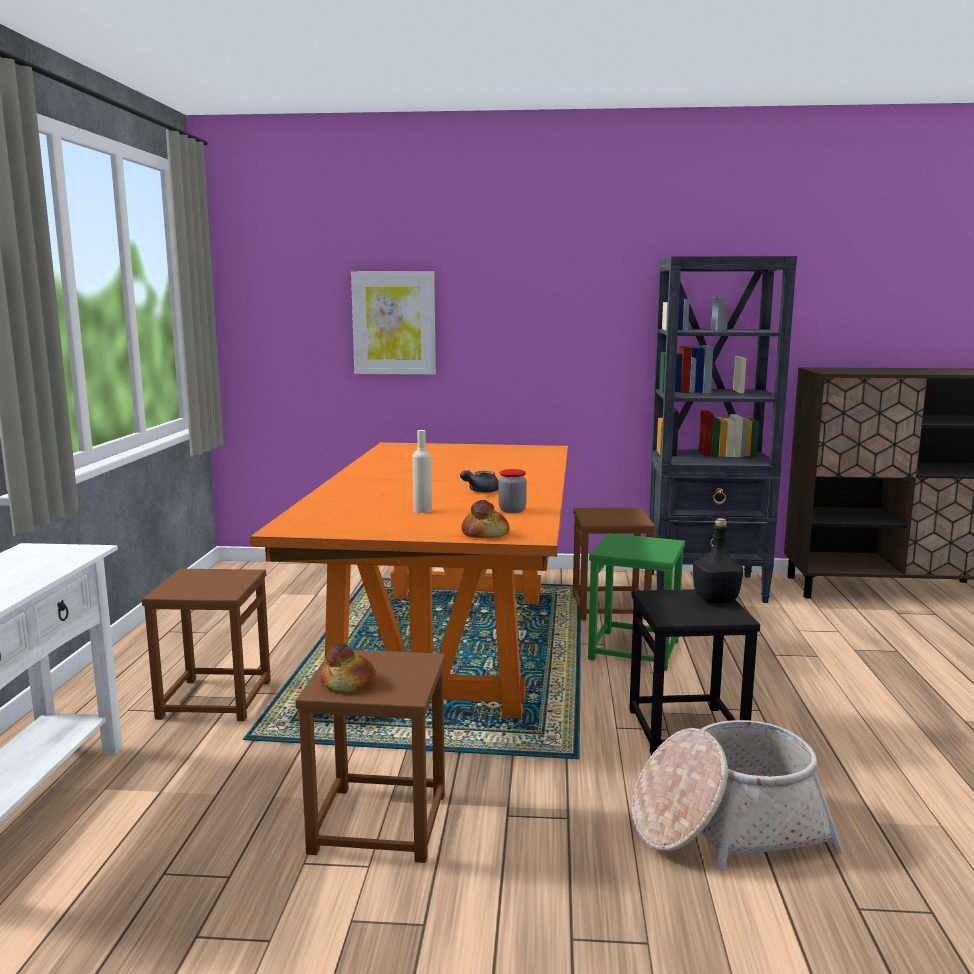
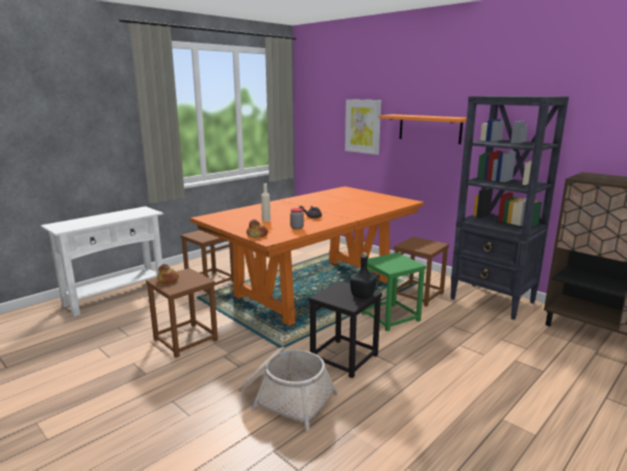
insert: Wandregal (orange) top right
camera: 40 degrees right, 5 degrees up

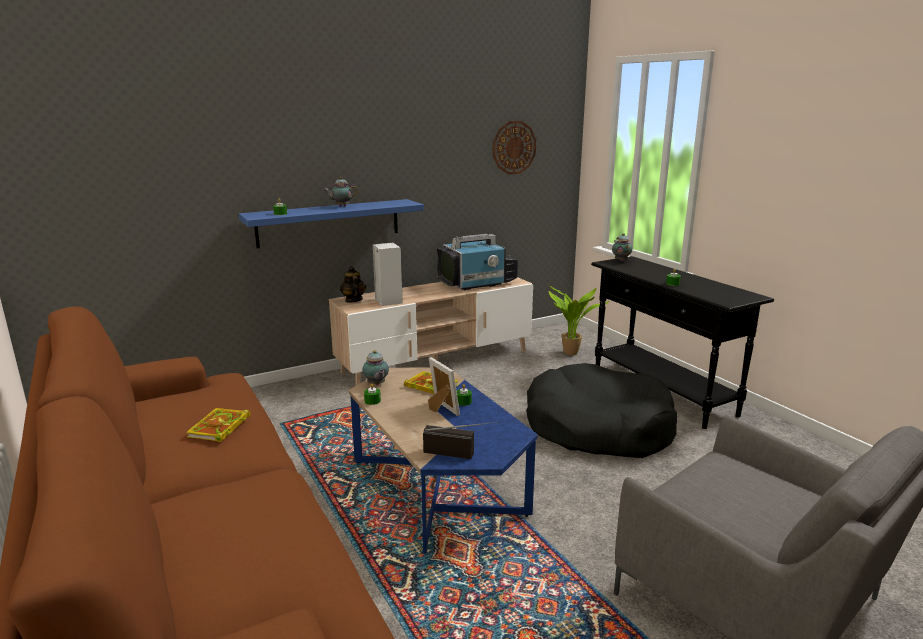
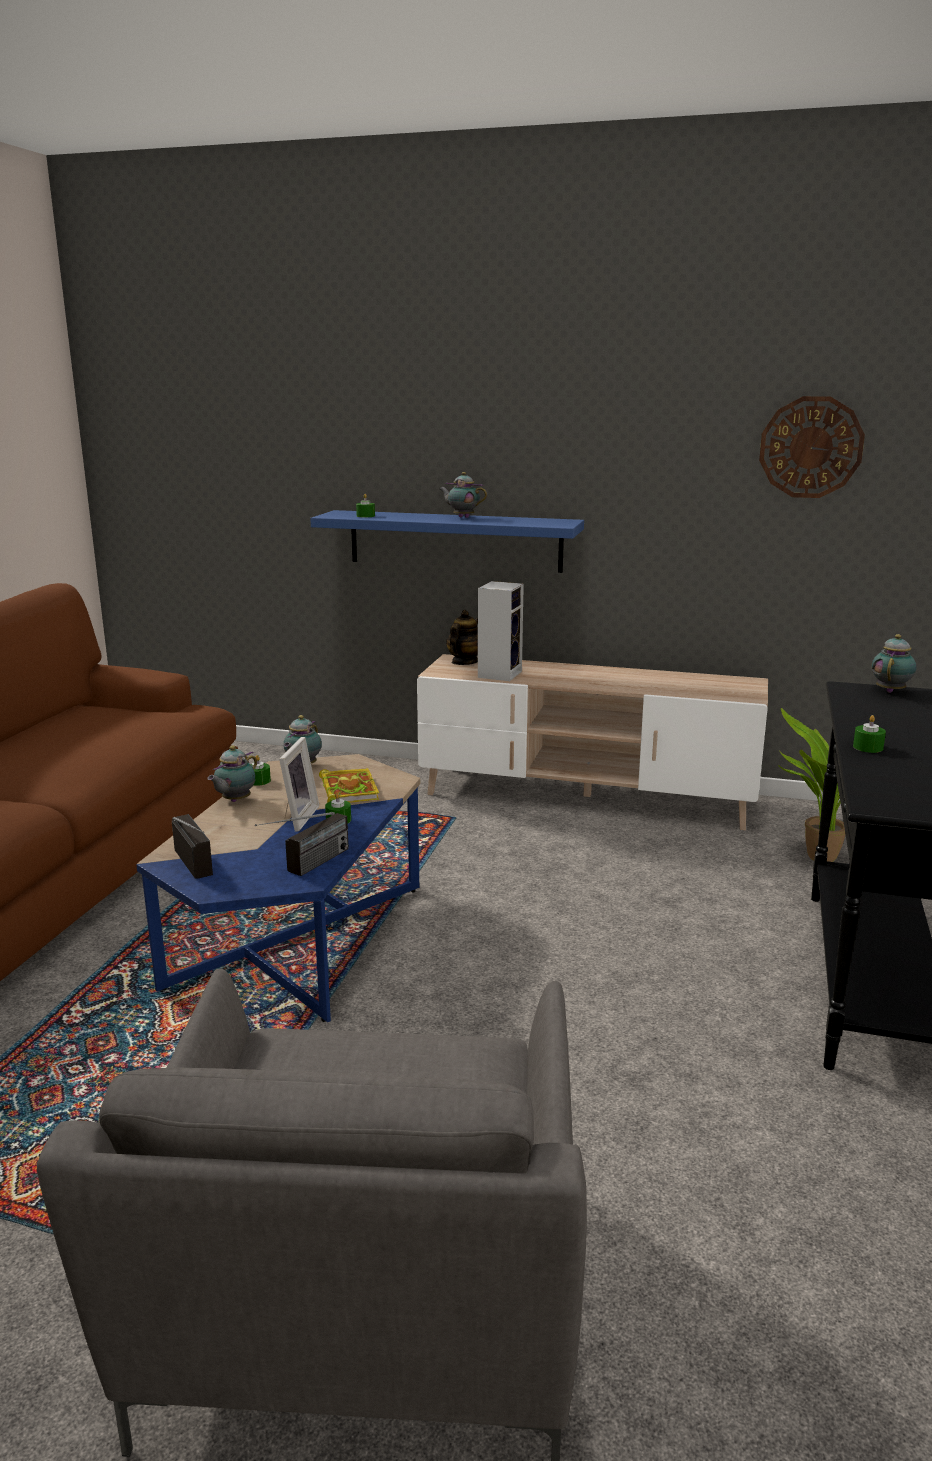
delete: Fernseher centre; Hundebett (schwarz) centre; Buch (1st from left) middle left
insert: Teekanne (1st from left) middle left; Radio (2nd from left) middle left
camera: 45 degrees right, 0 degrees up

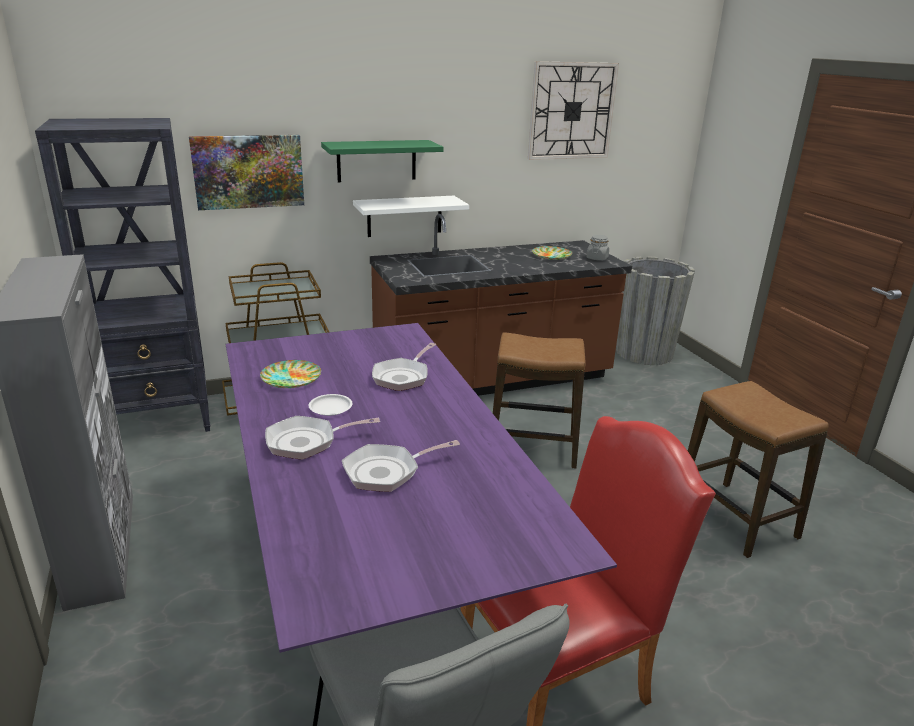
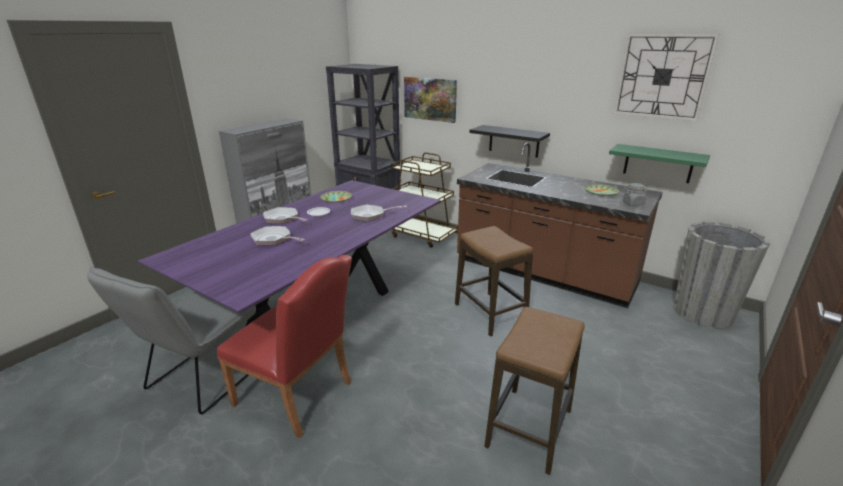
move: Wandregal (grün) top centre to middle right
recolor: Wandregal (weiß) top centre to Wandregal (schwarz) top centre
camera: 55 degrees right, 0 degrees up

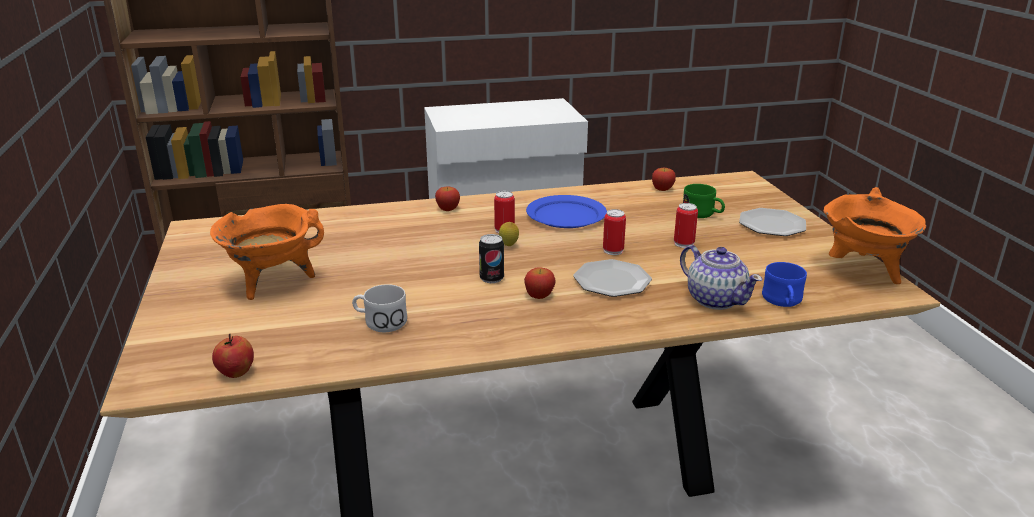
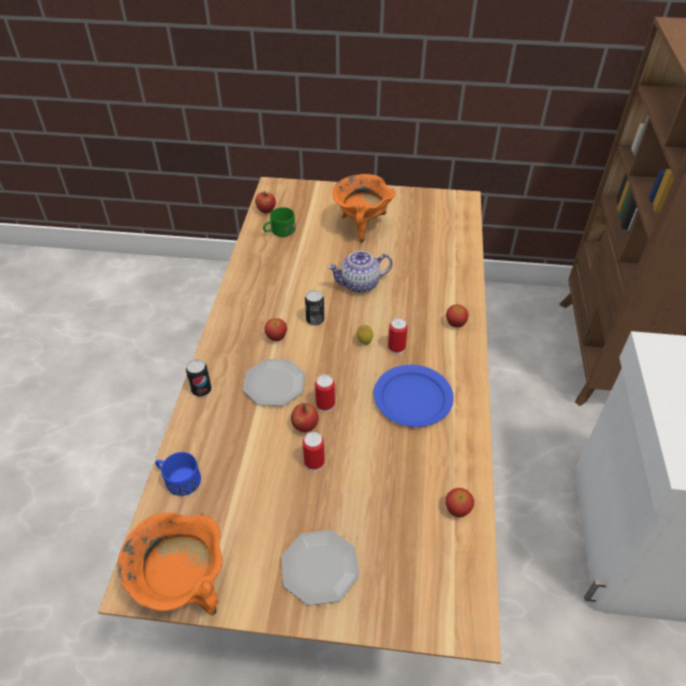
delete: Henkelbecher (weiß) centre
insert: Dose (1st from left) middle left; Apfel (3rd from left) centre
move: Henkelbecher (grün) middle right to top centre; Teekanne middle right to centre
camera: 110 degrees right, 20 degrees up

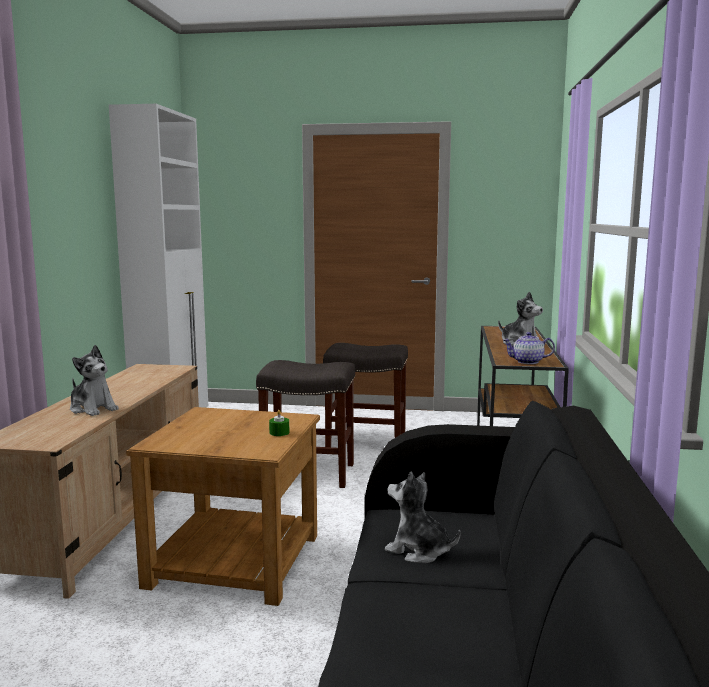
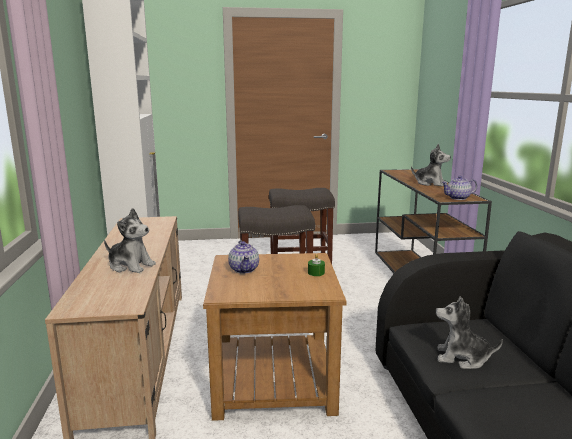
insert: Teekanne (1st from left) centre
camera: 15 degrees left, 5 degrees up

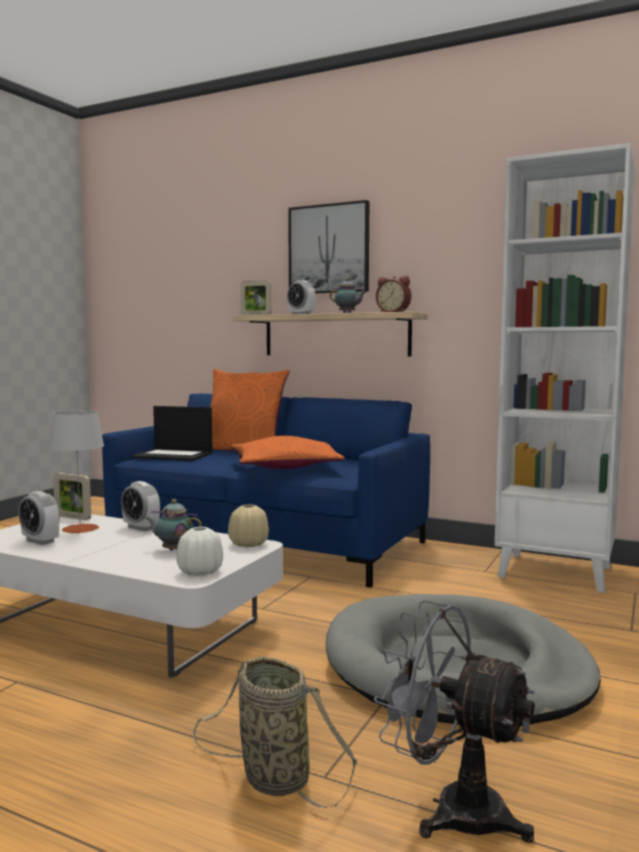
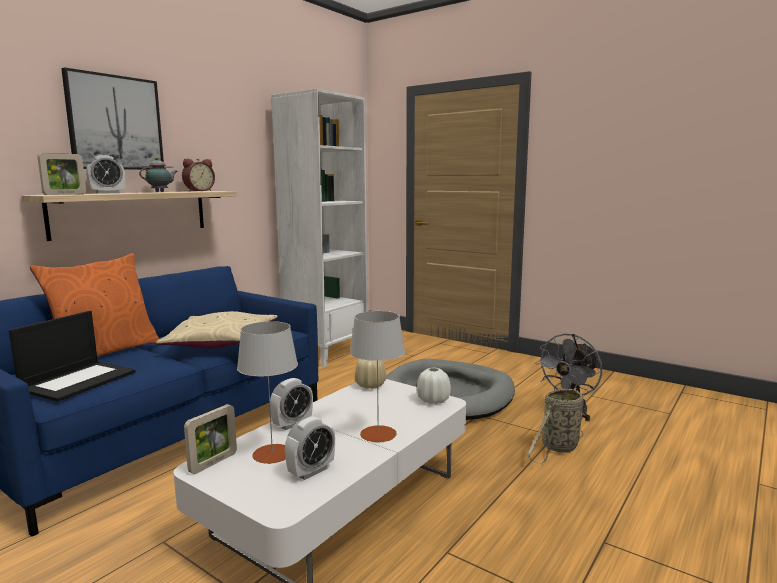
delete: Teekanne (1st from left) middle left
insert: Tischlampe (grau) (2nd from left) centre
recolor: Kissen (orange) (2nd from left) centre to Kissen (beige) middle left
camera: 80 degrees left, 5 degrees up

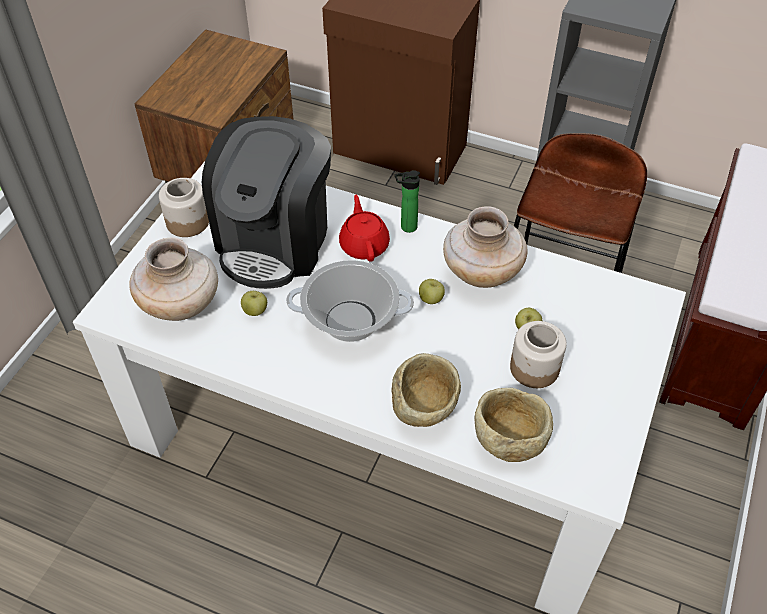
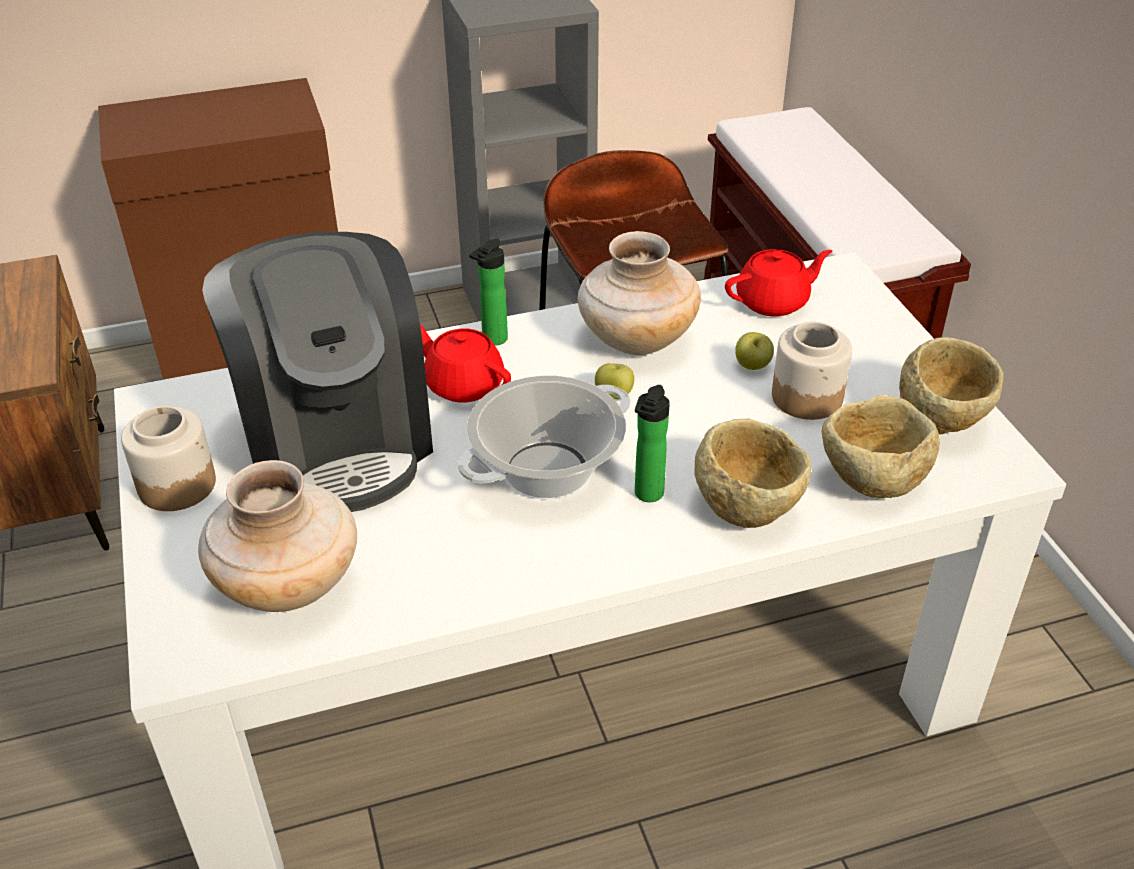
delete: Apfel (1st from left) middle left
insert: Teekanne (rot) (2nd from left) top right; Schüssel (beige) (3rd from left) middle right; Flasche (2nd from left) centre
camera: 40 degrees left, 10 degrees down

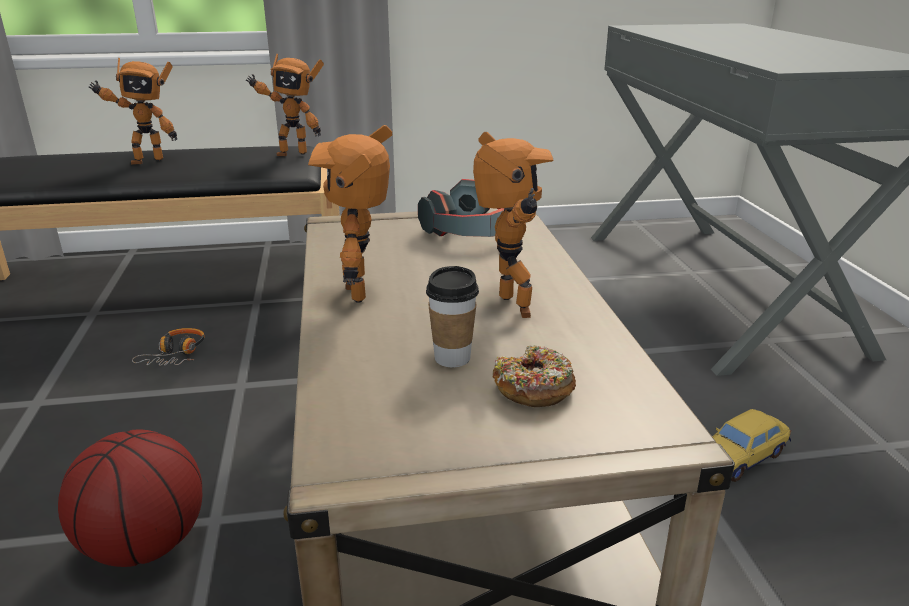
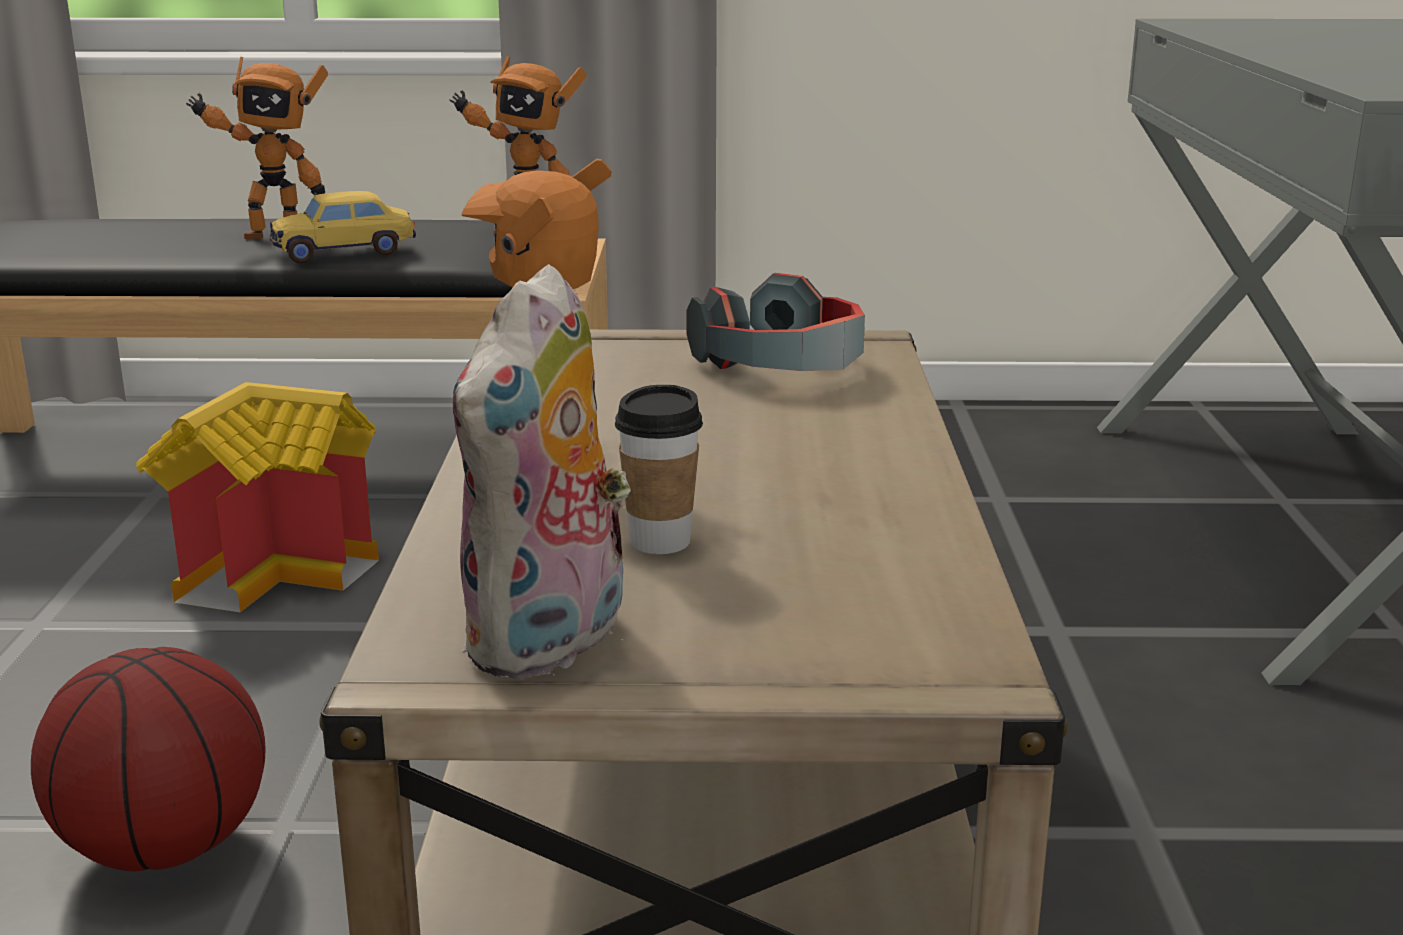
delete: Spielzeugroboter (4th from left) centre; Donut centre
insert: Plüschtier centre
move: Spielzeugauto bottom right to top left
replace: Kopfhörer (1st from left) middle left to Spielzeughaus middle left
camera: 10 degrees right, 5 degrees down

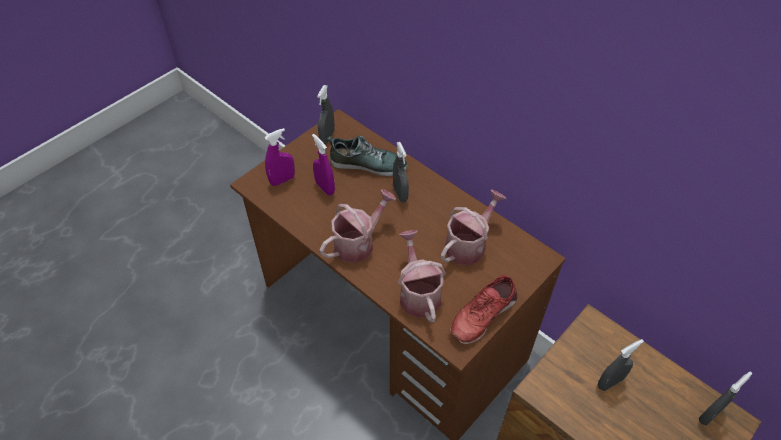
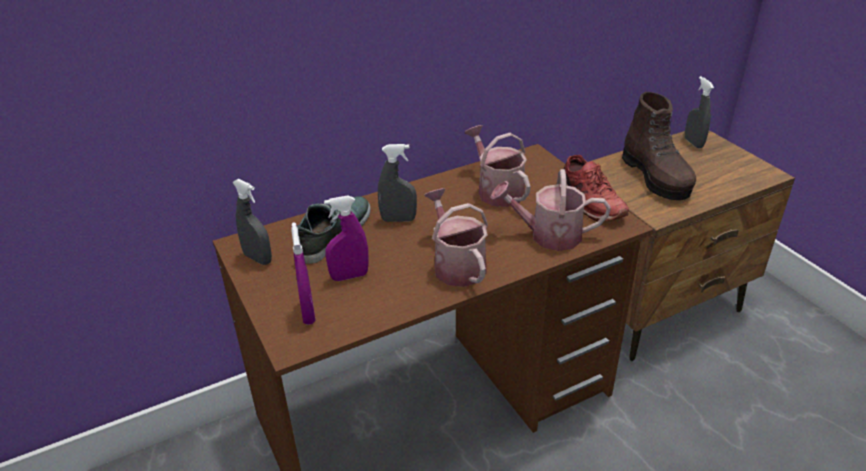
replace: Sprühflasche (grau) (3rd from left) bottom right to Stiefel (braun) top right
camera: 70 degrees left, 15 degrees down

